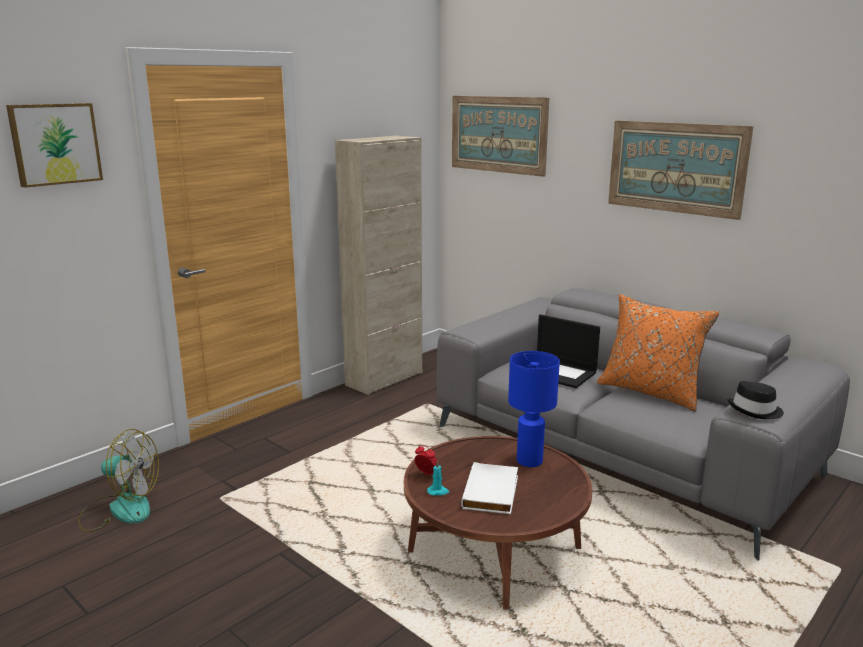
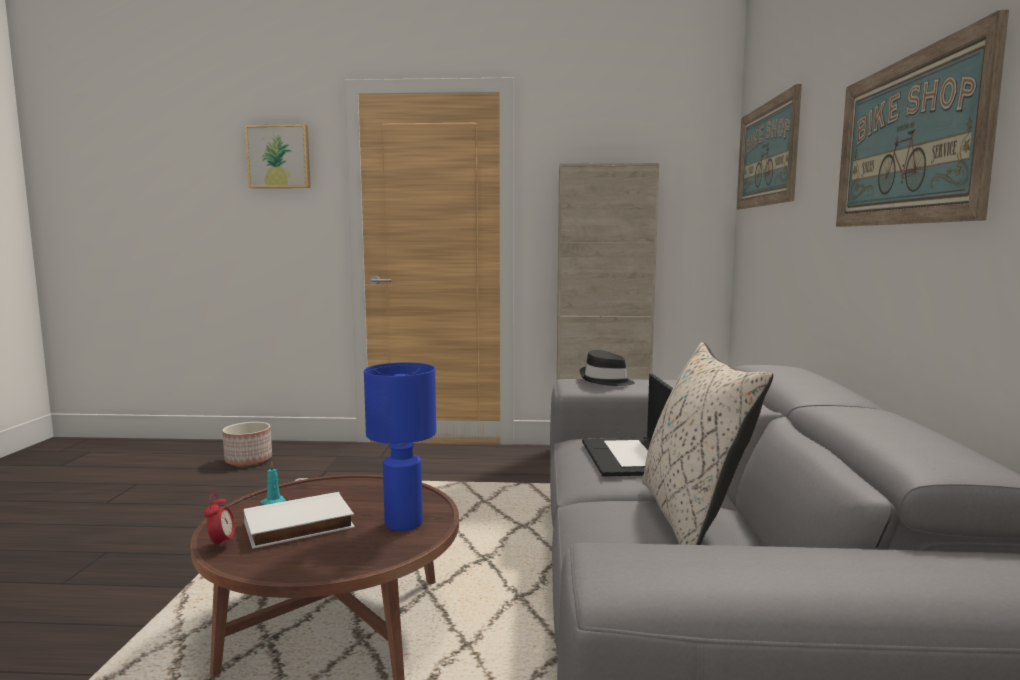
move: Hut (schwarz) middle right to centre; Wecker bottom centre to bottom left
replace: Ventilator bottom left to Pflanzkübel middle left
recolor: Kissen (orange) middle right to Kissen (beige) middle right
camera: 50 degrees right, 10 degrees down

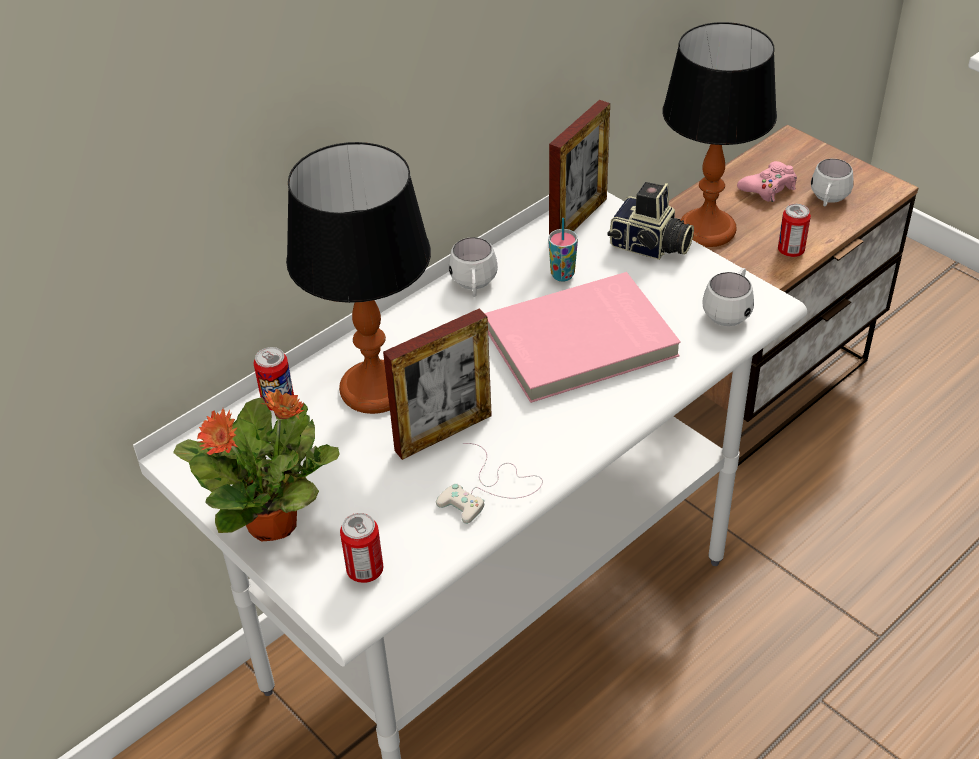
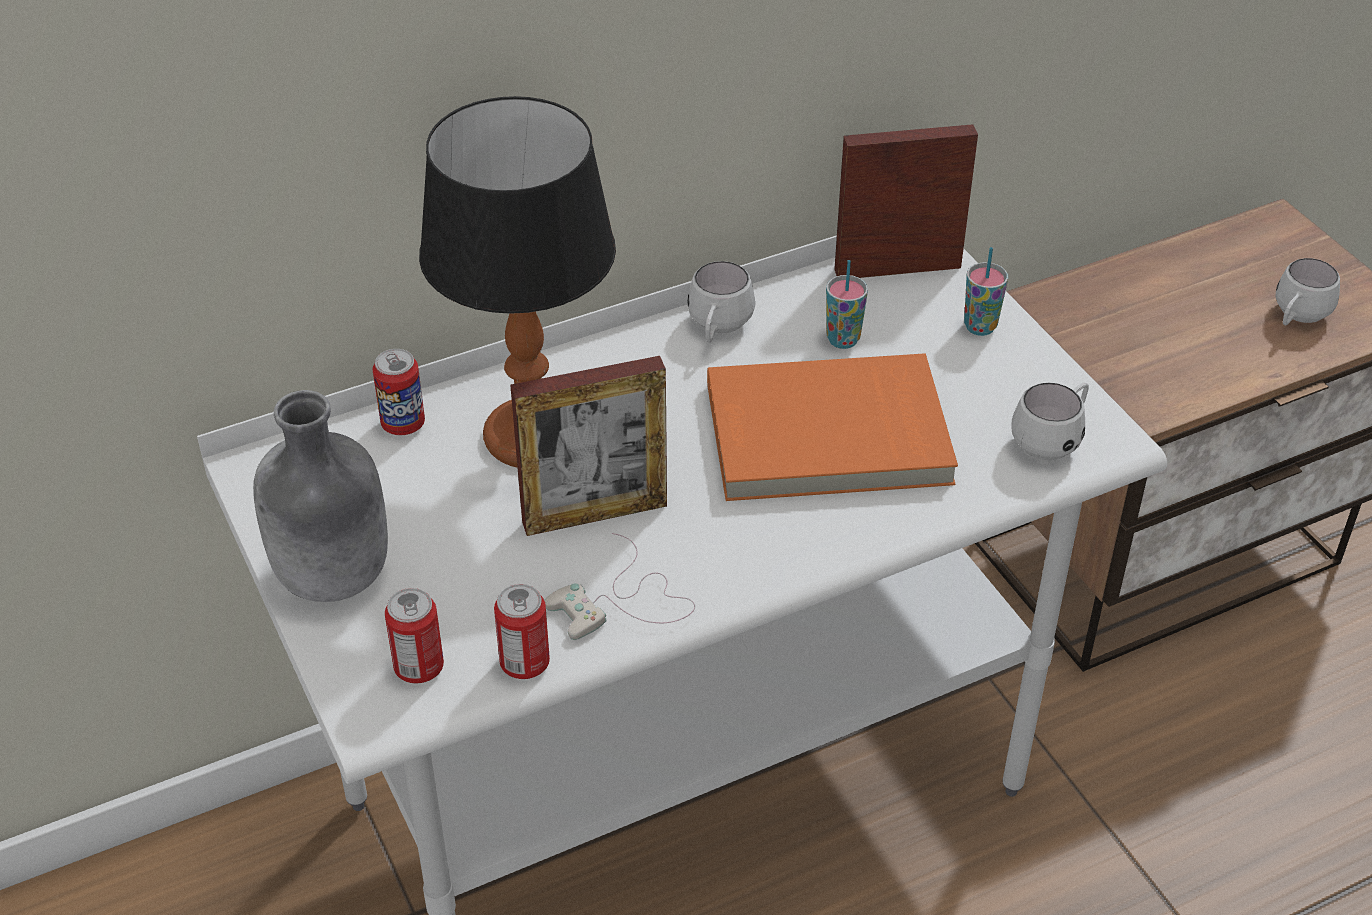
delete: Tischlampe (2nd from left) top right; Gamepad (rosa) top right
move: Dose (3rd from left) top right to bottom centre
replace: Kamera top centre to Tasse (2nd from left) top right; Topfpflanze middle left to Flasche (grau) middle left
recolor: Buch (rosa) centre to Buch (orange) centre
rotate: Bilderrahmen (2nd from left) top centre = top centre 150 degrees counterclockwise
camera: 15 degrees right, 0 degrees up

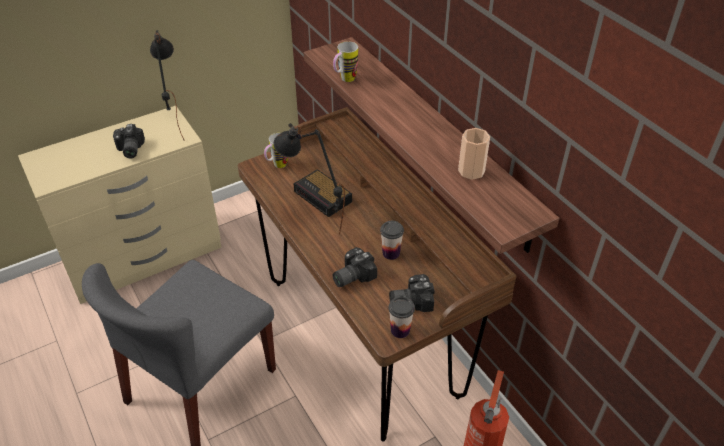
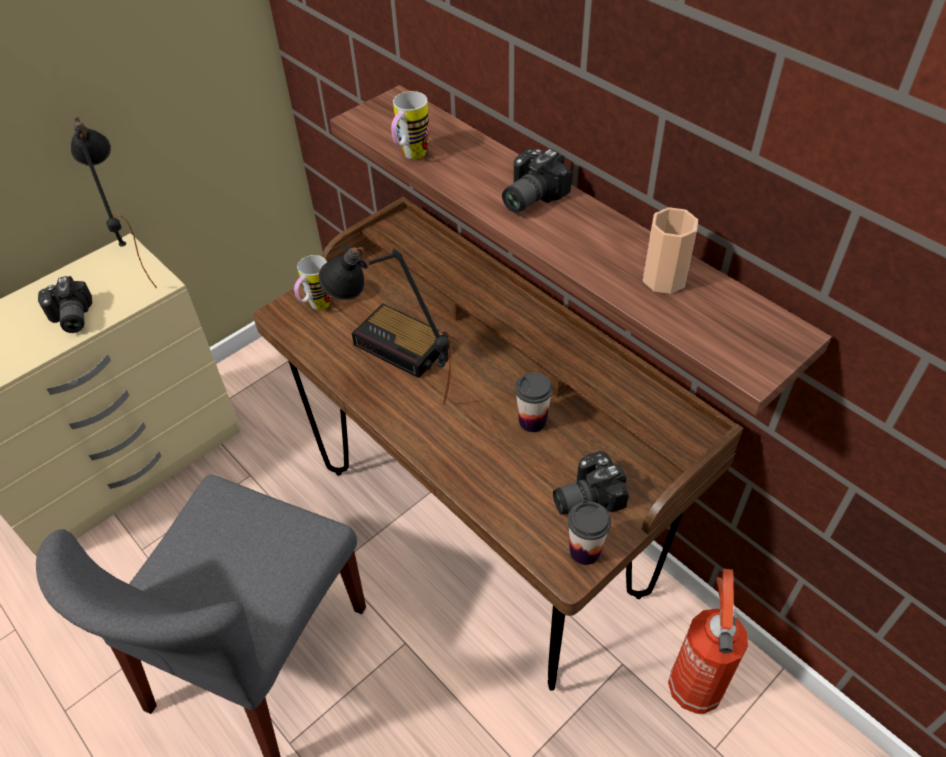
move: Kamera (2nd from left) centre to top centre
camera: 10 degrees left, 5 degrees up

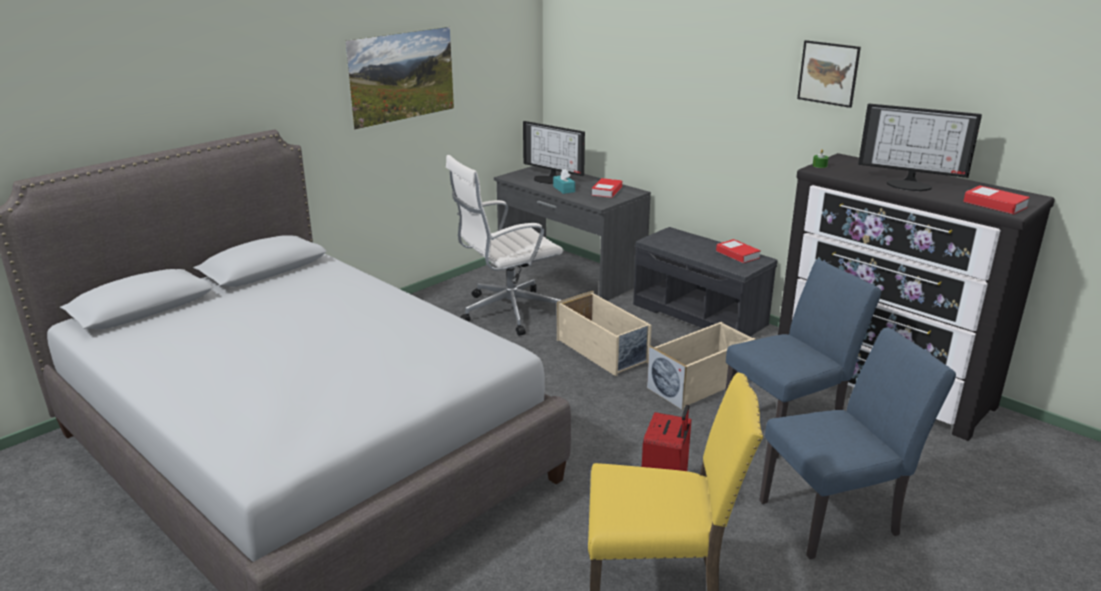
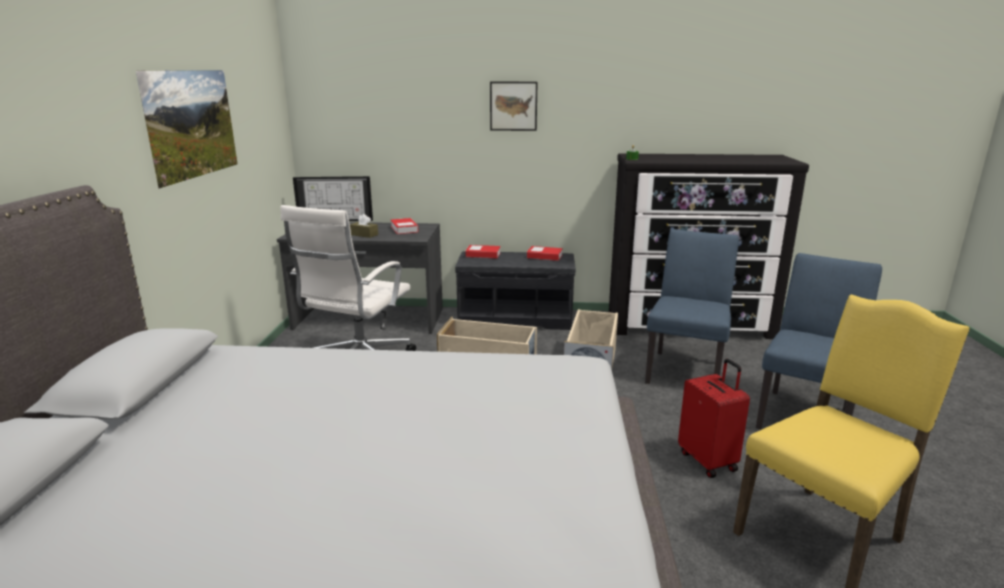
delete: Monitor (2nd from left) top right
move: Bild (2nd from left) top right to top centre; Buch (3rd from left in the first image) middle right to Buch (2nd from left) centre
recolor: Taschentuchbox (türkis) top centre to Taschentuchbox (braun) centre
camera: 40 degrees left, 5 degrees down

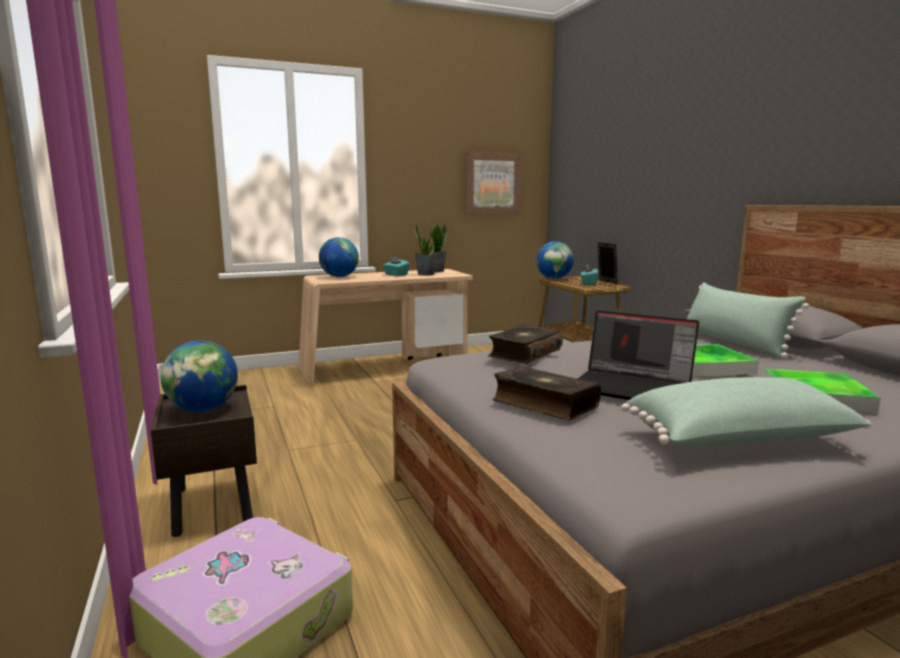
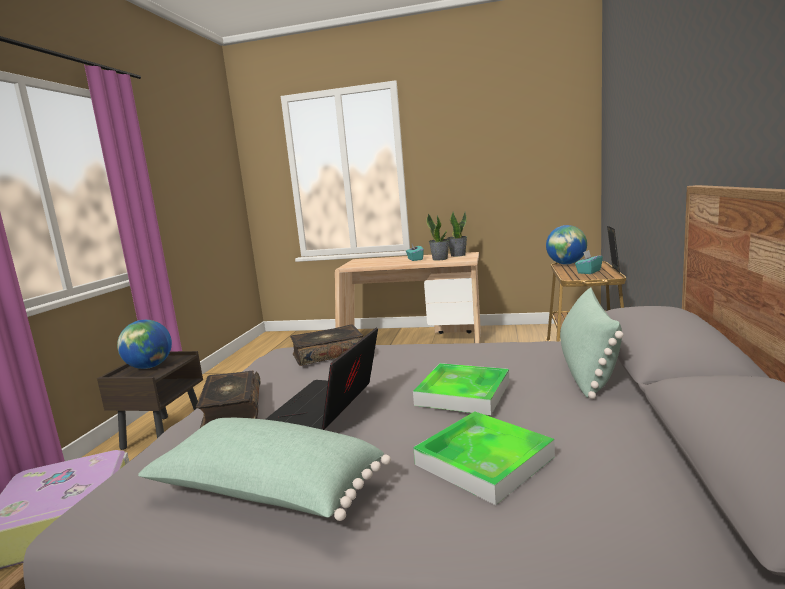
delete: Bild top centre; Globus (2nd from left) centre
rotate: Laptop middle right = centre 45 degrees clockwise
camera: 35 degrees right, 0 degrees up

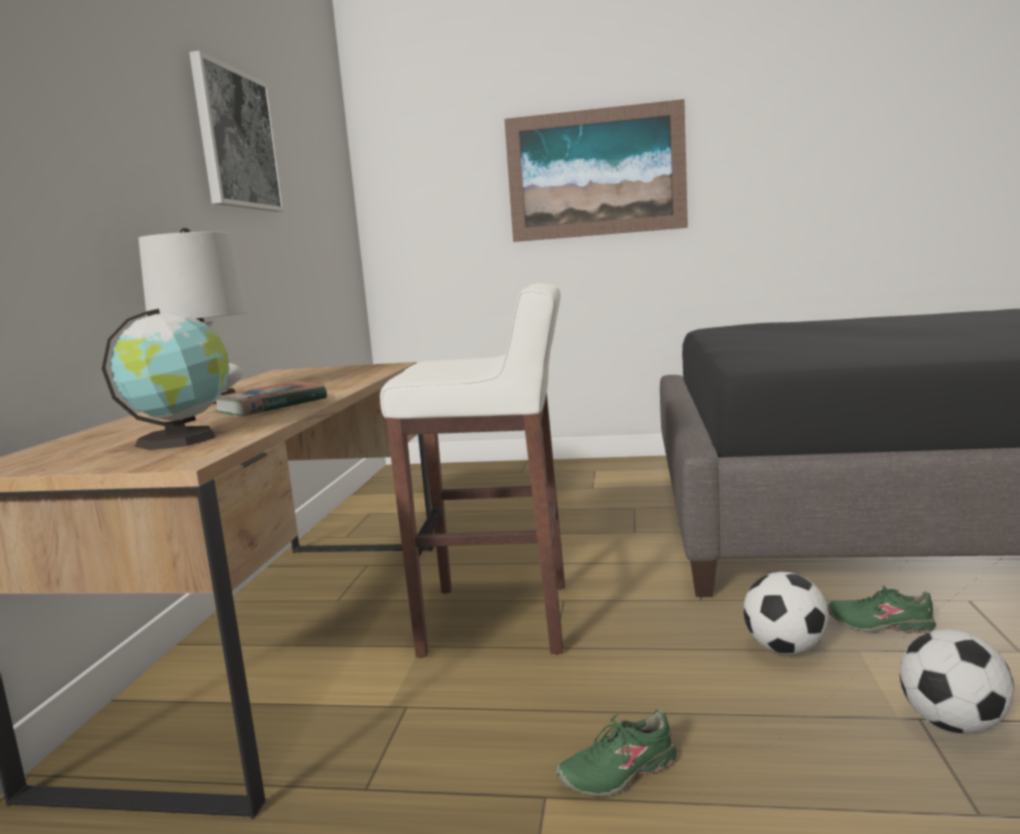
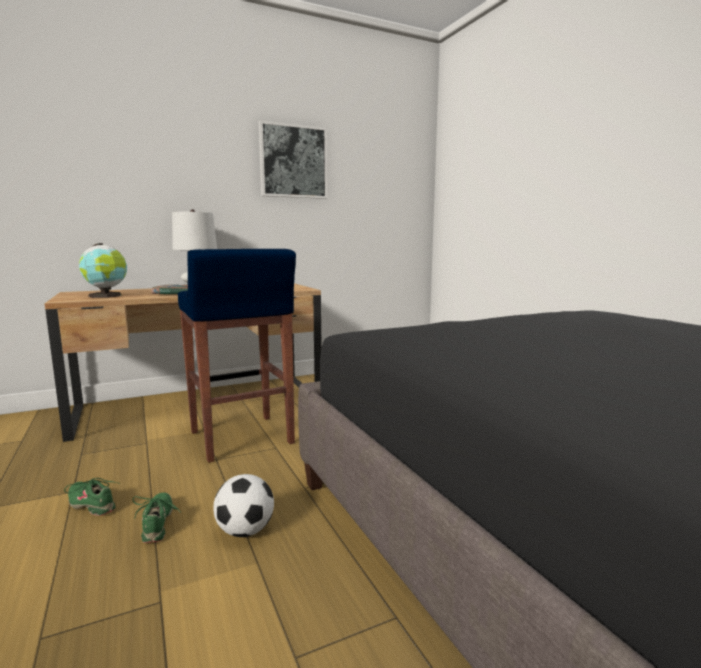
delete: Bild (2nd from left) top centre; Fußball (2nd from left) bottom right
move: Schuh (grün) (2nd from left) bottom right to bottom left
recolor: Hocker (weiß) centre to Hocker (blau) centre
camera: 55 degrees right, 0 degrees up

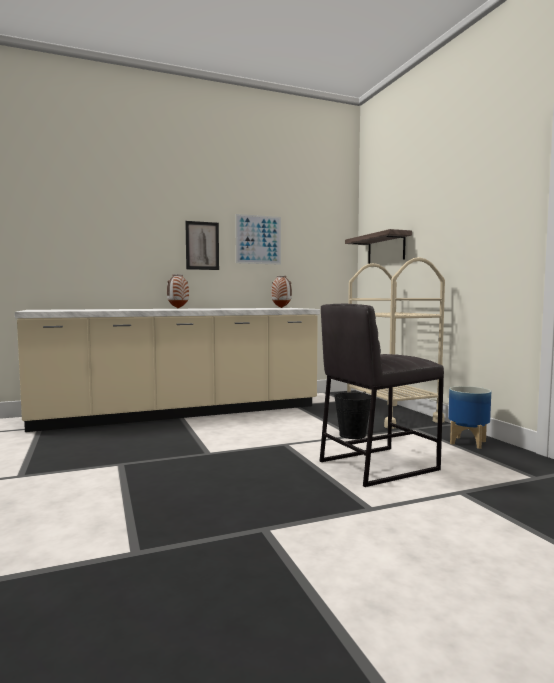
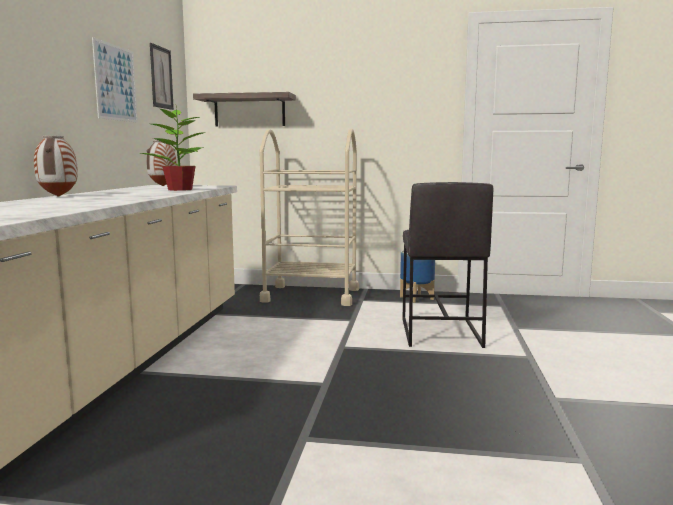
delete: Eimer (schwarz) centre
insert: Topfpflanze top left
move: Bild (1st from left in the first image) centre to Bild (2nd from left) top left
camera: 60 degrees left, 5 degrees up

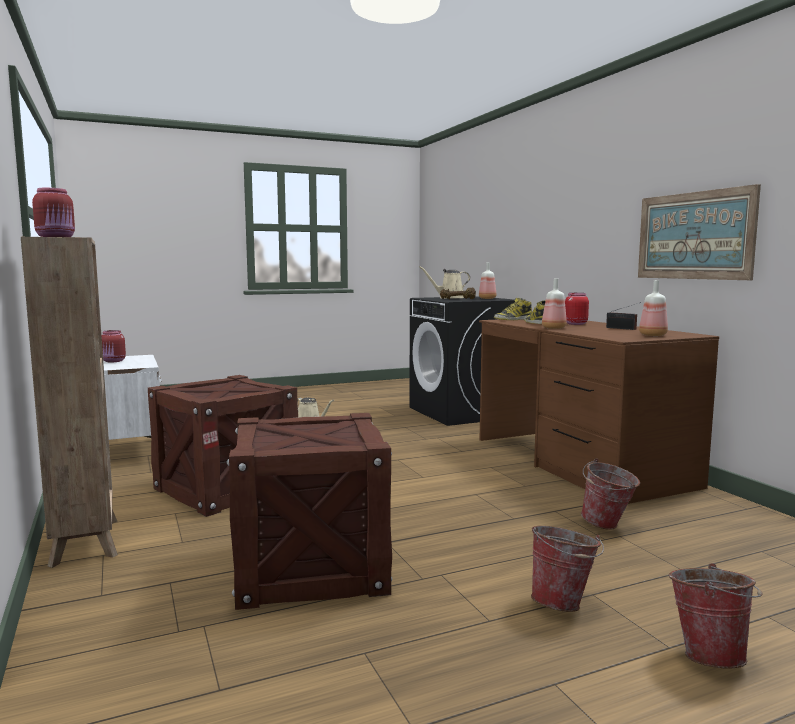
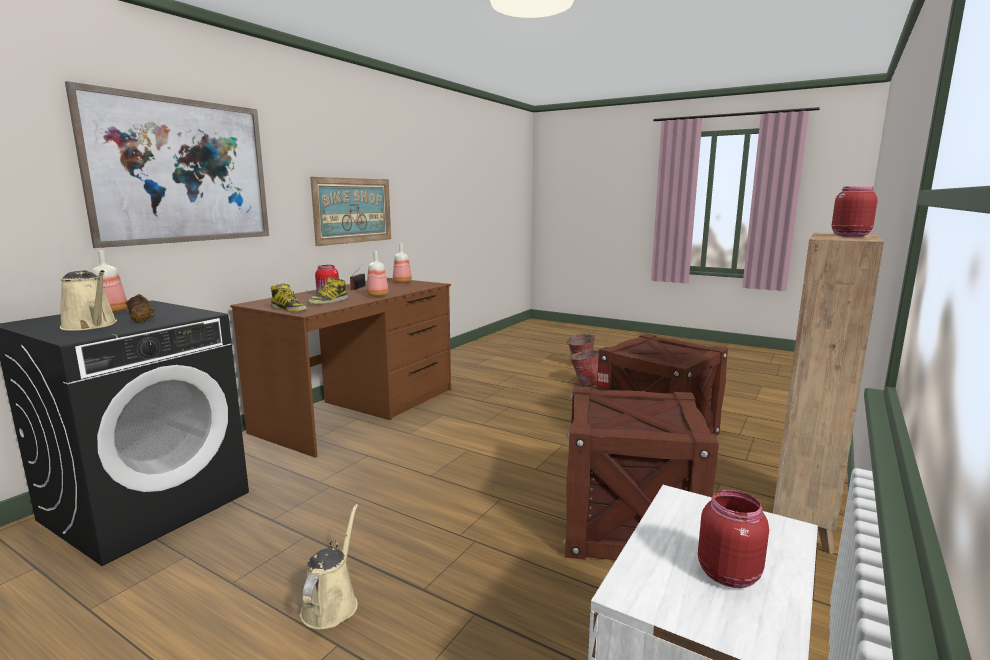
delete: Eimer (2nd from left) bottom right
insert: Bild (1st from left) top left
camera: 125 degrees left, 5 degrees up

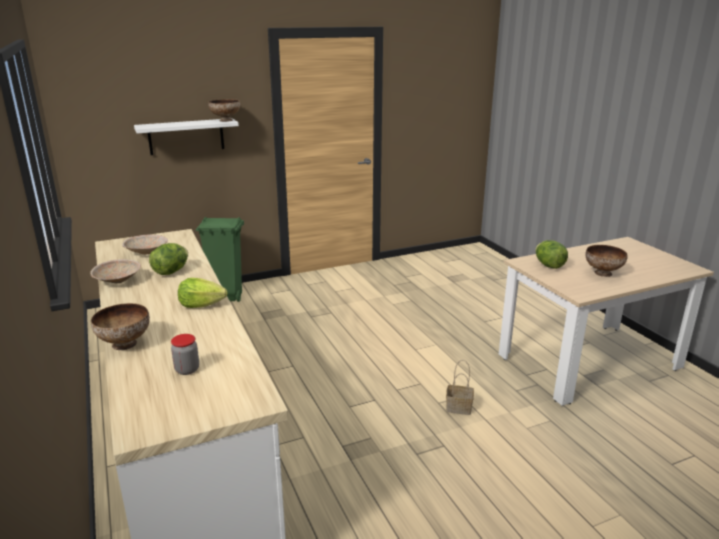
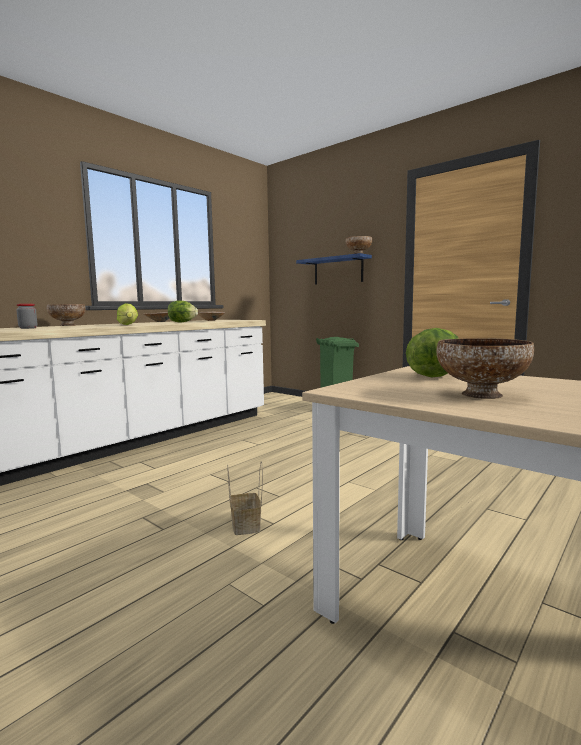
recolor: Wandregal (weiß) top left to Wandregal (blau) centre
camera: 65 degrees right, 15 degrees down

